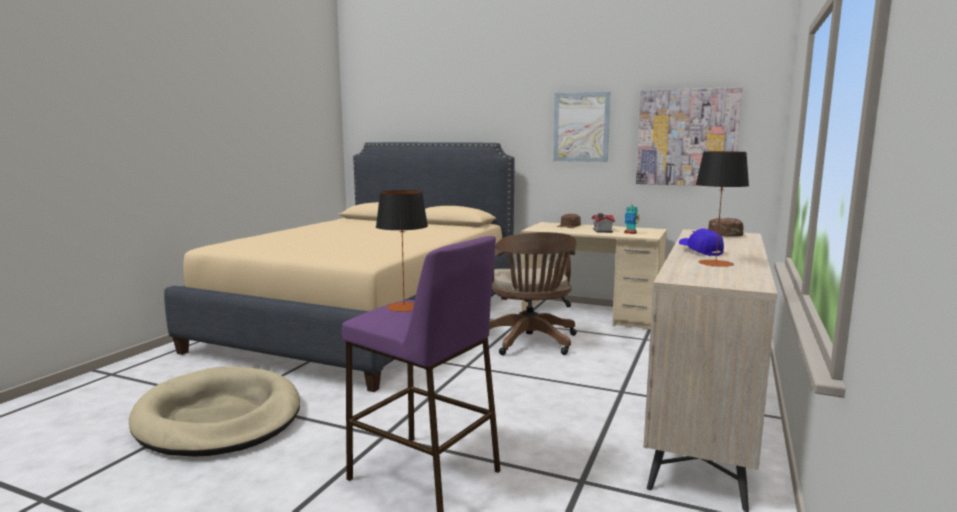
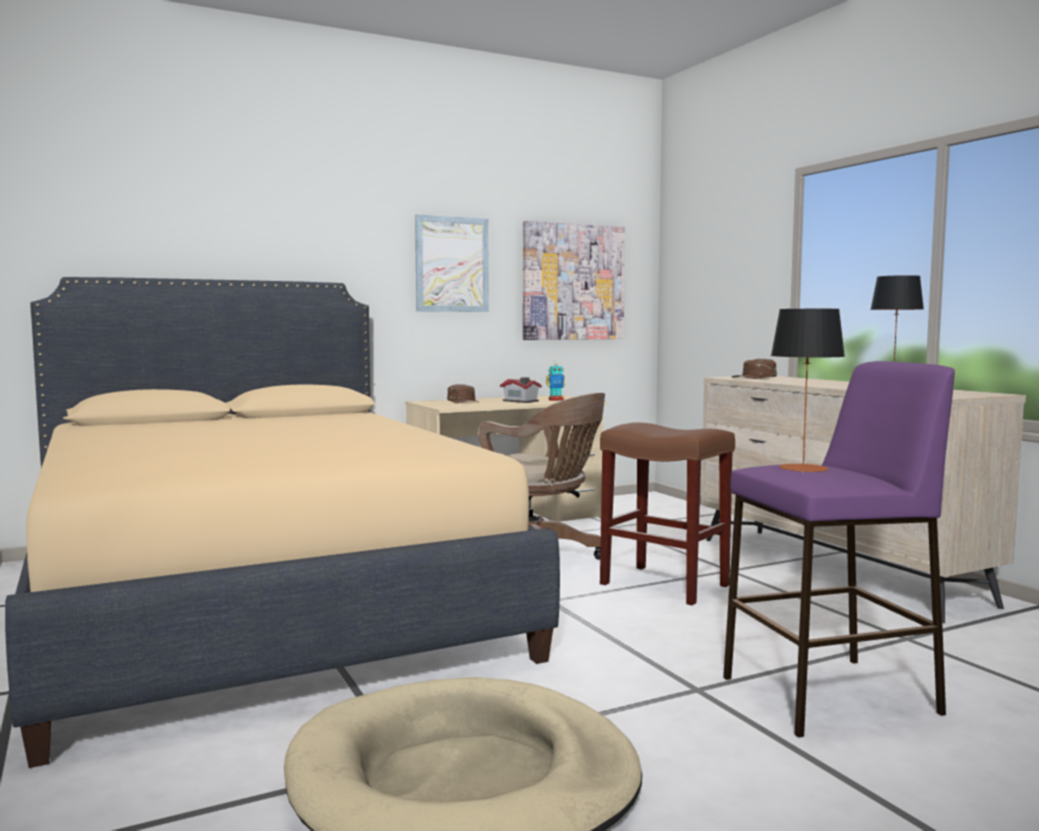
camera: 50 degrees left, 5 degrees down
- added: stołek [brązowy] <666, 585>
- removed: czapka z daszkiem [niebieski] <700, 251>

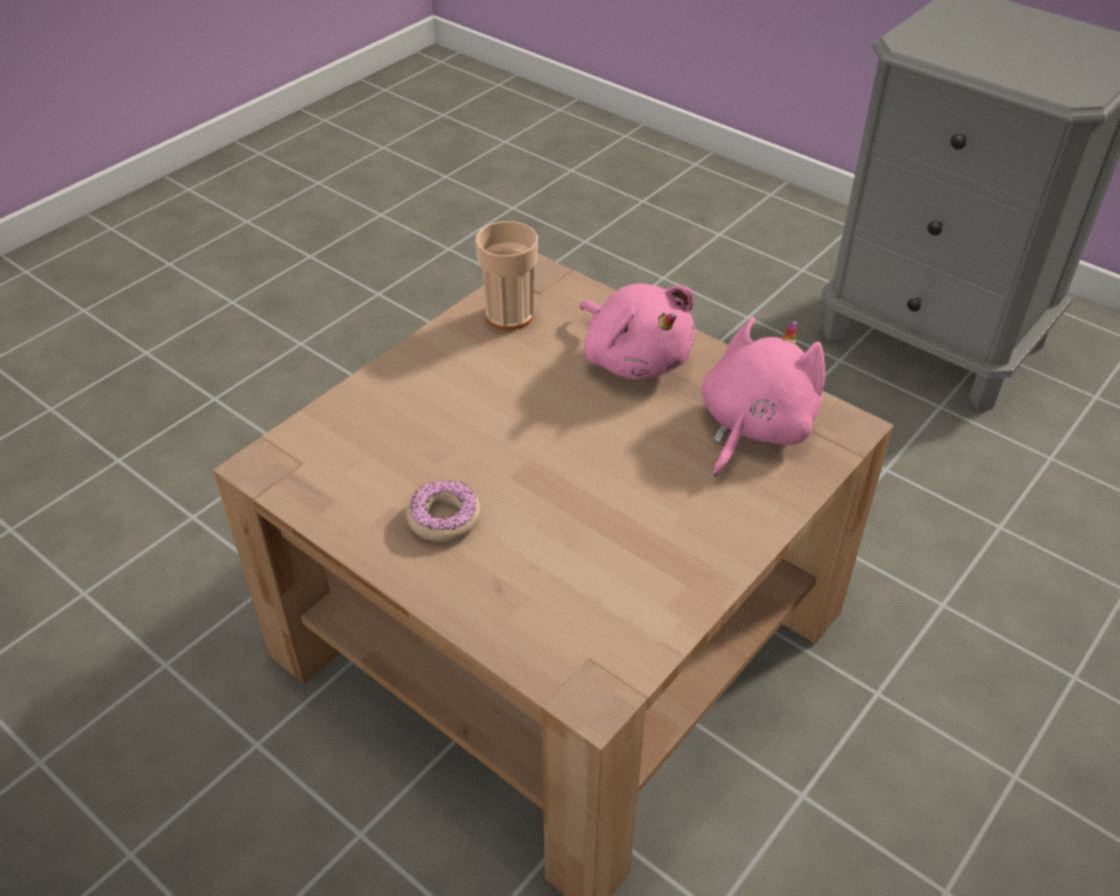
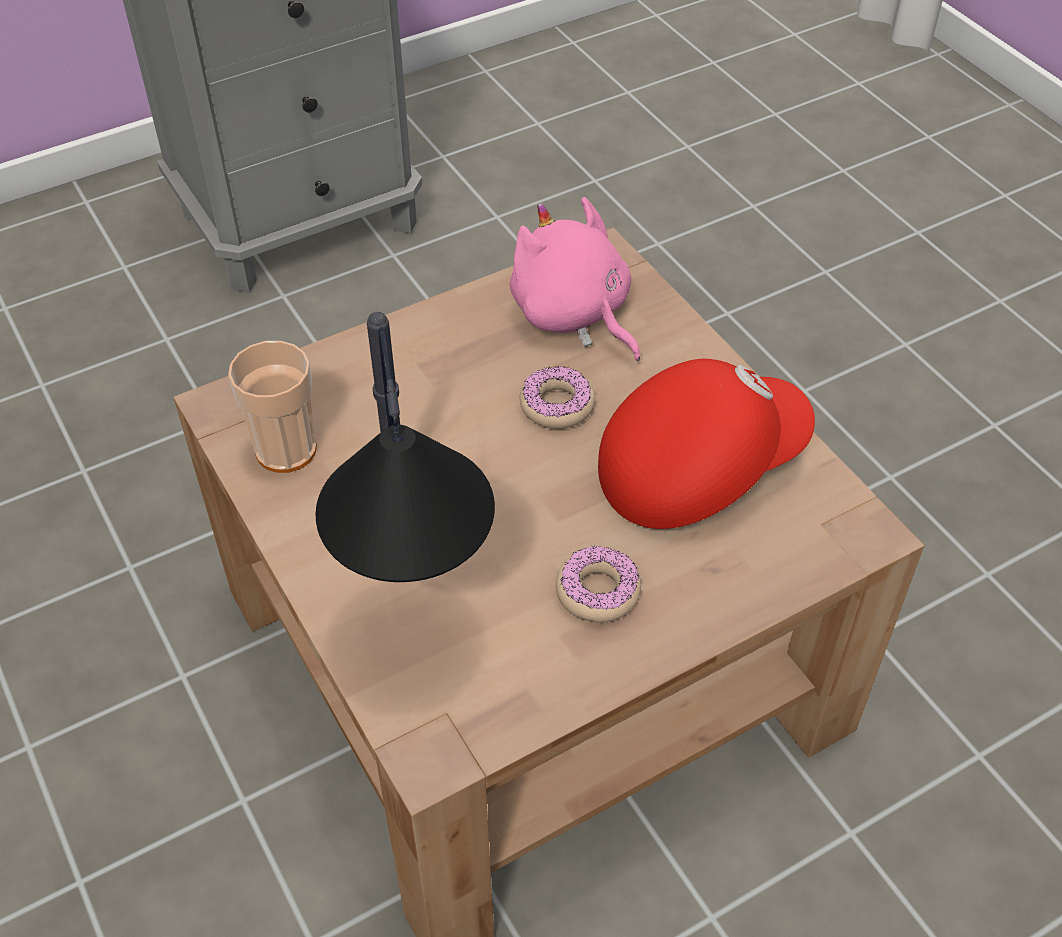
camera: 70 degrees left, 5 degrees up
- added: lampa stołowa <412, 579>
- added: donut <557, 405>
- added: czapka z daszkiem [czerwony] <697, 467>
- removed: pluszak [różowy] <634, 358>

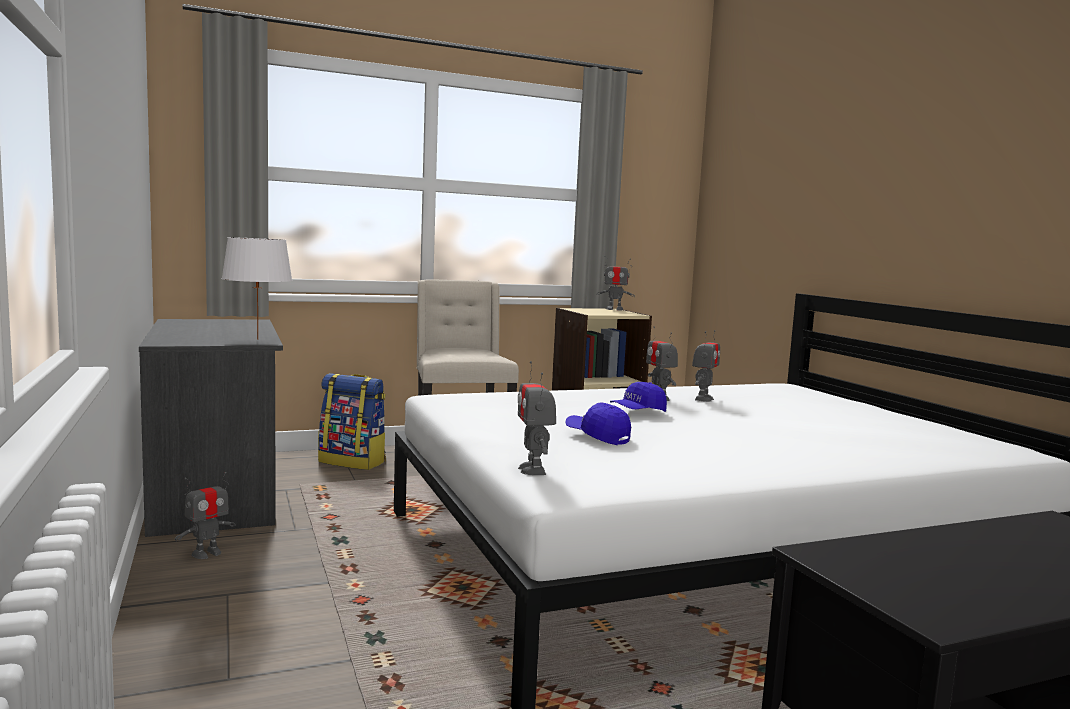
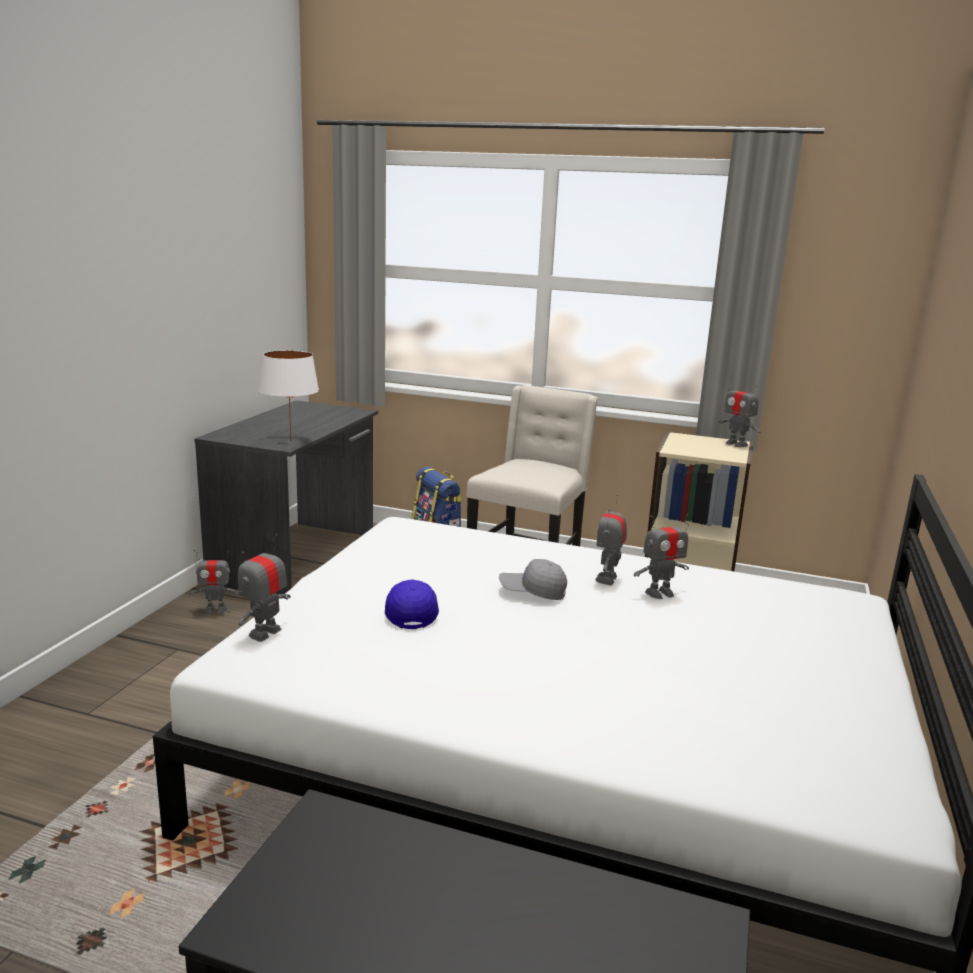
camera: 40 degrees right, 10 degrees up
- recoloured: czapka z daszkiem [niebieski] <638, 412> to czapka z daszkiem [szary] <532, 592>

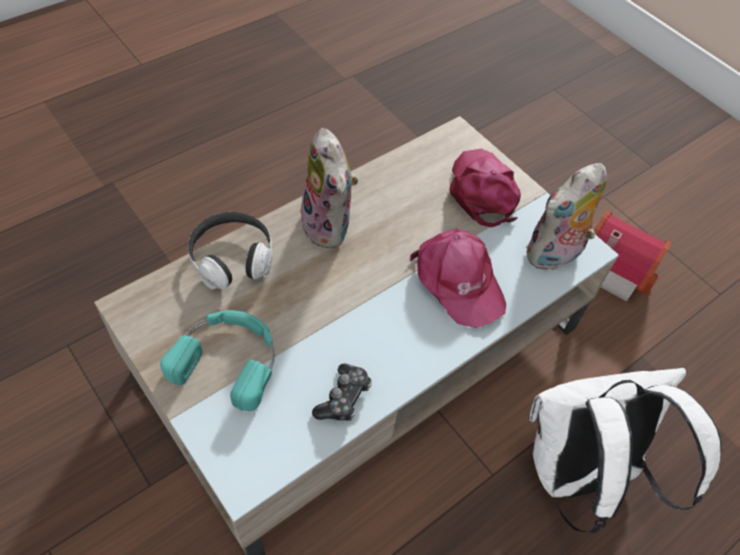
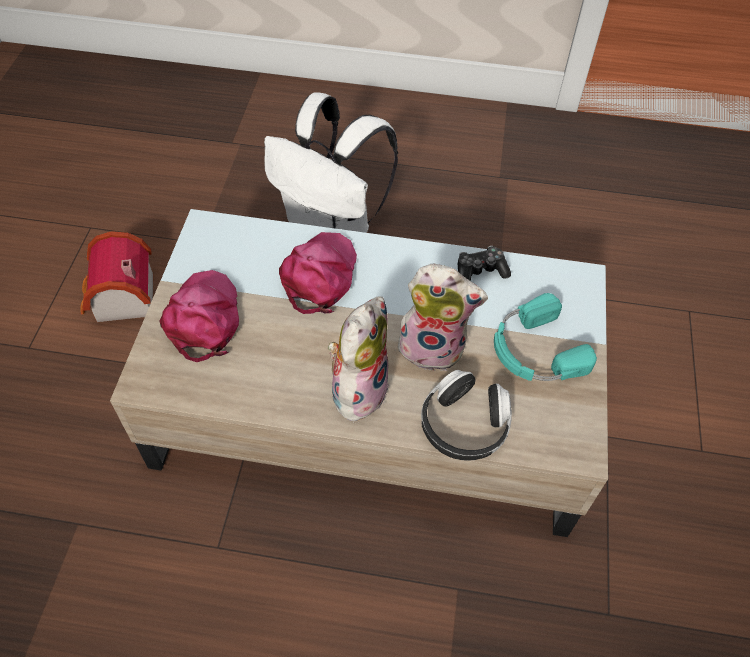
camera: 130 degrees left, 0 degrees up
- turned: czapka z daszkiem [różowy] <483, 191> = <203, 319> 135 degrees clockwise
- moved: pluszak <553, 256> to <433, 347>

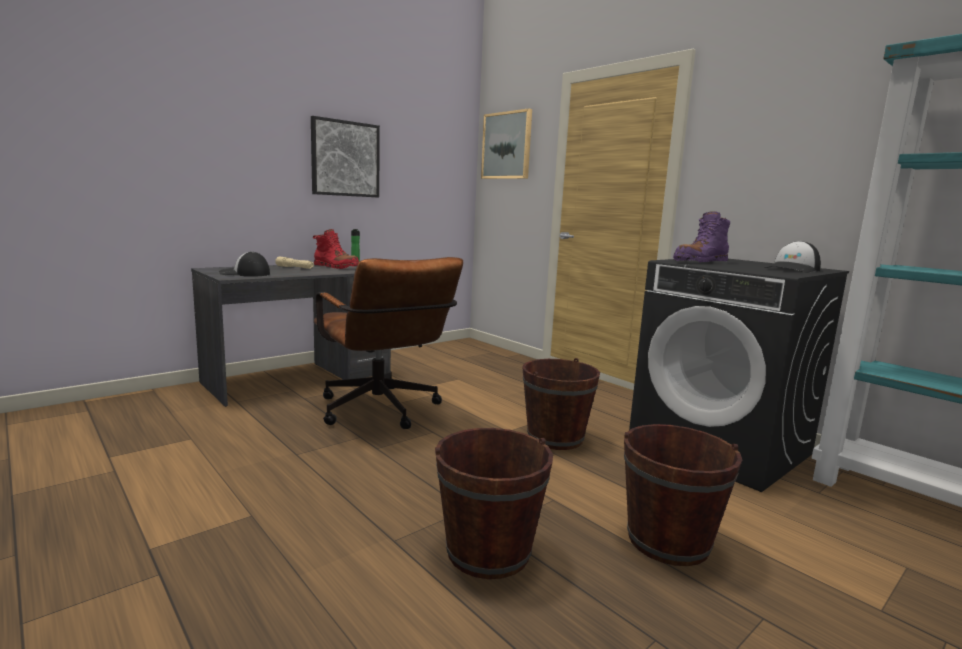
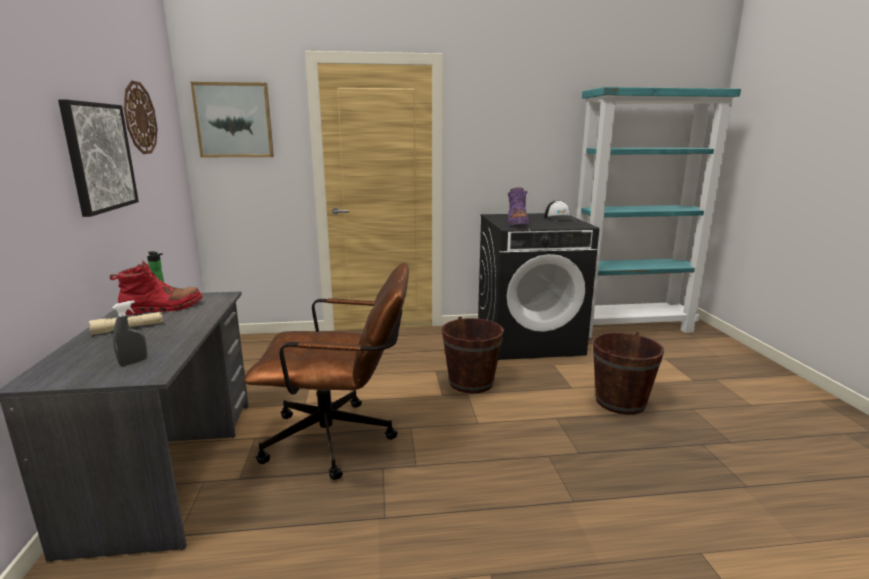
camera: 55 degrees left, 5 degrees up
- replaced: czapka z daszkiem <244, 274> to spryskiwacz [szary] <133, 362>
- added: zegar ścienny <139, 118>
- removed: wiadro [brązowy] <488, 551>

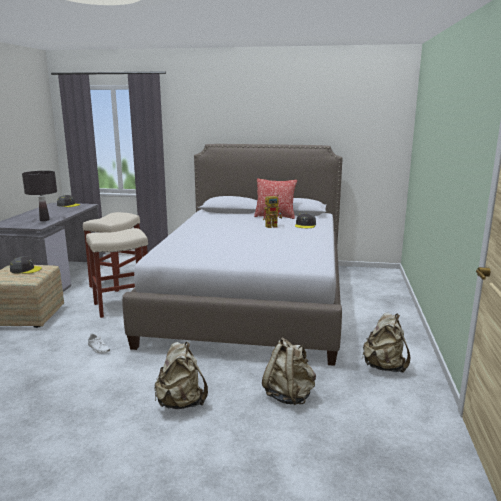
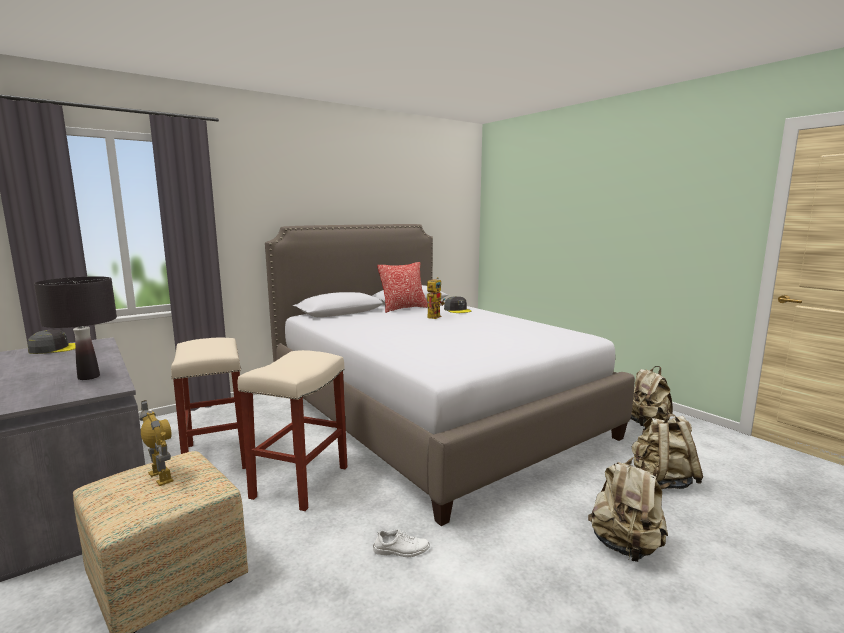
camera: 45 degrees left, 5 degrees down
- replaced: czapka z daszkiem [szary] <25, 269> to robot zabawkowy <161, 477>

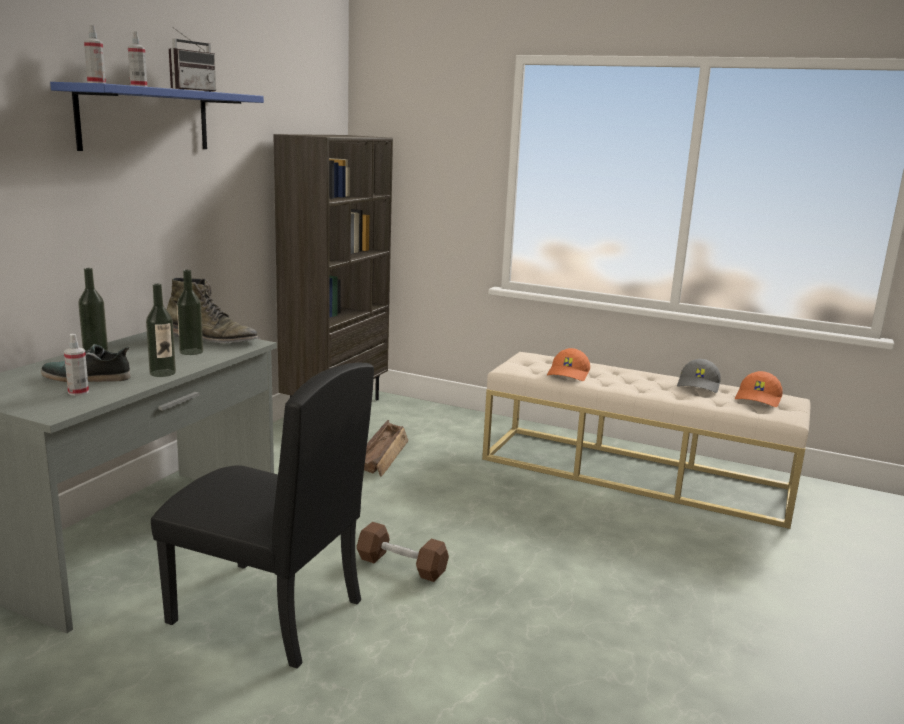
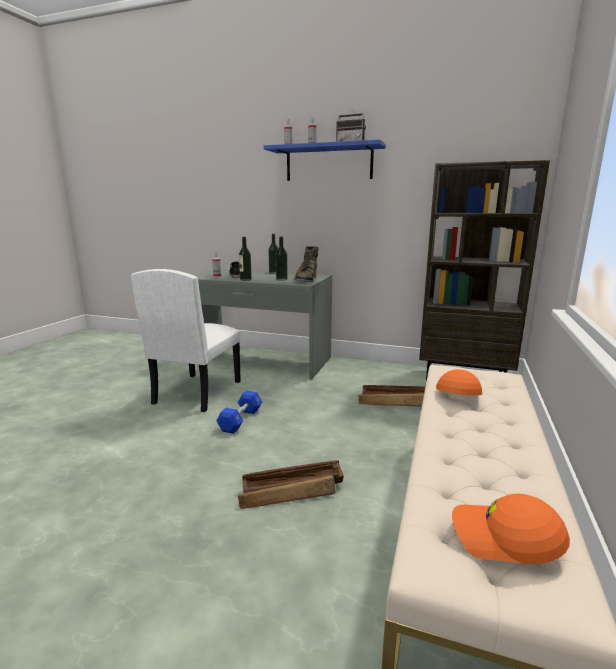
camera: 85 degrees right, 0 degrees up
- recoloured: krzesło [czarny] <265, 612> to krzesło [biały] <197, 392>
- recoloured: hantel [brązowy] <402, 566> to hantel [niebieski] <240, 420>
- added: skrzynka <292, 491>
- turned: czapka z daszkiem [pomarańczowy] <569, 374> = <456, 392> 90 degrees clockwise
- removed: czapka z daszkiem [szary] <699, 385>

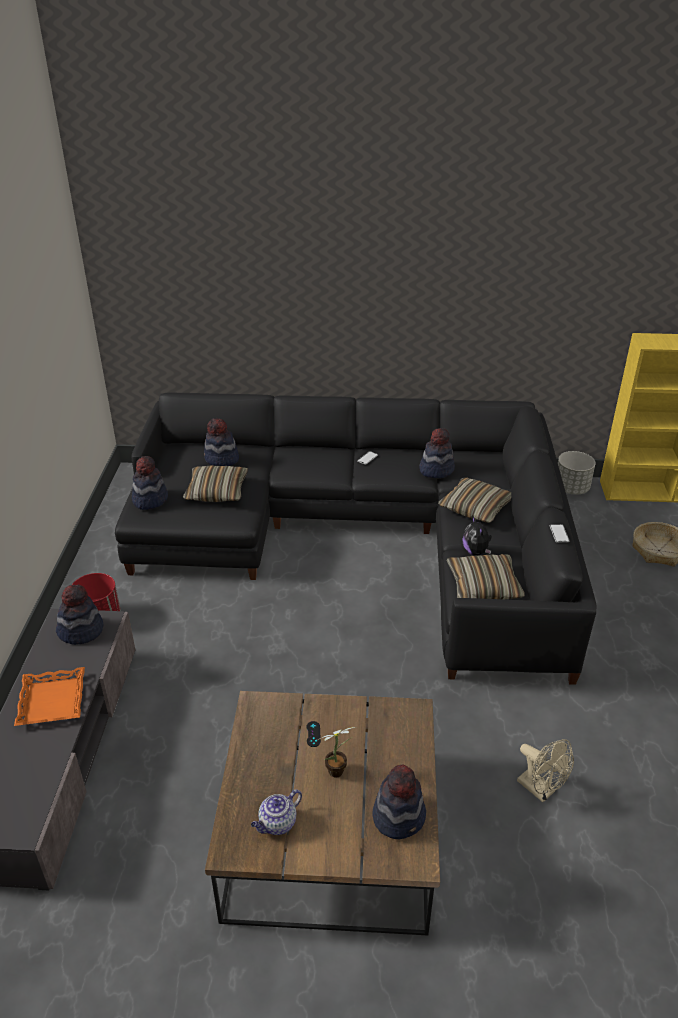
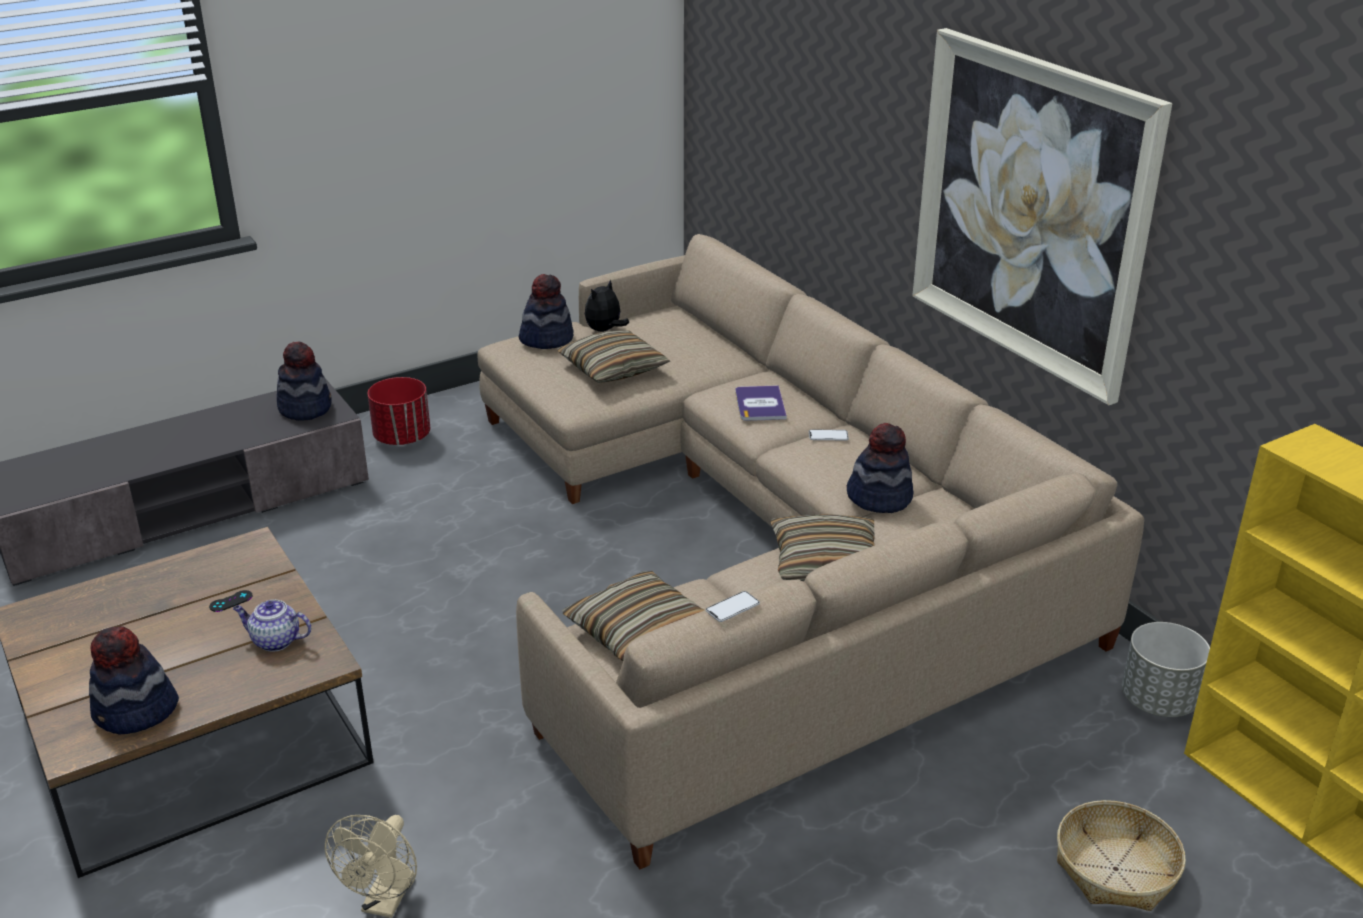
camera: 55 degrees right, 5 degrees down
- moved: imbryk <277, 824> to <275, 641>
- recoloured: kanapa [czarny] <364, 535> to kanapa [beżowy] <761, 546>
- moved: pluszak <476, 552> to <605, 330>
- added: książka <760, 404>
- added: obraz <1030, 210>
- removed: taca [pomarańczowy] <53, 701>
- removed: kapelusz <221, 459>
- removed: roślina doniczkowa <338, 770>

